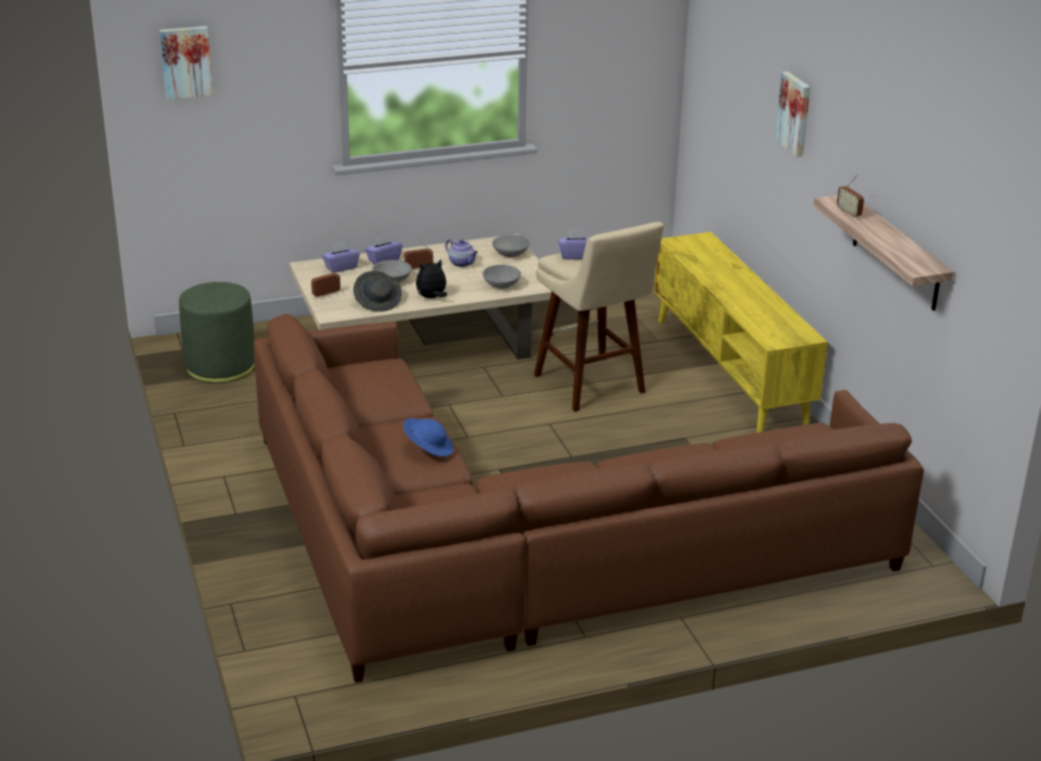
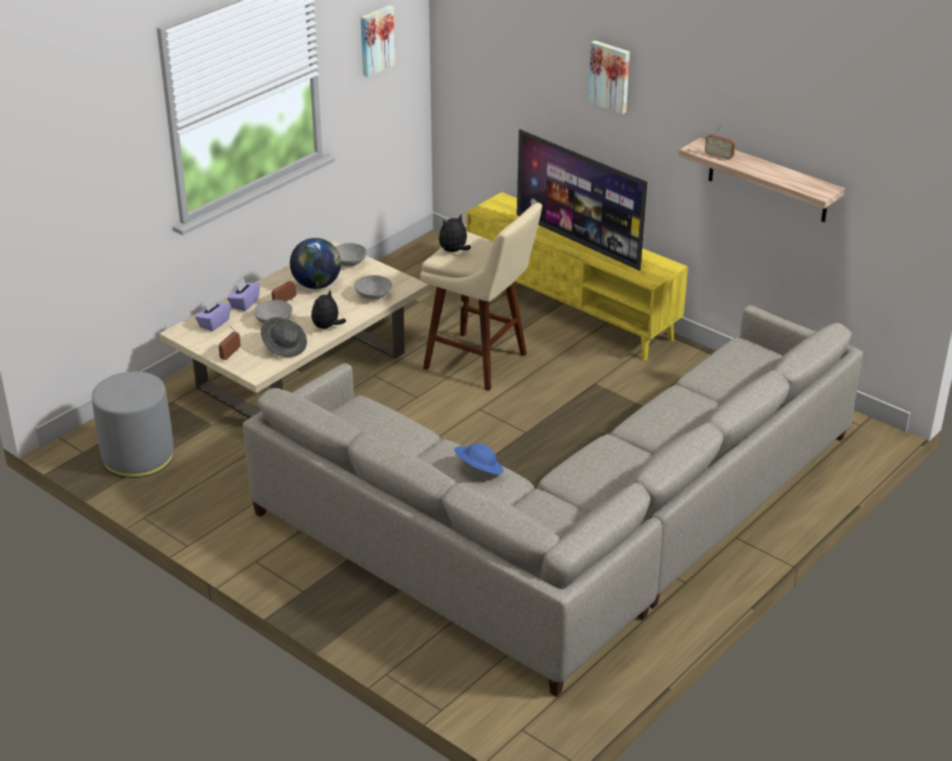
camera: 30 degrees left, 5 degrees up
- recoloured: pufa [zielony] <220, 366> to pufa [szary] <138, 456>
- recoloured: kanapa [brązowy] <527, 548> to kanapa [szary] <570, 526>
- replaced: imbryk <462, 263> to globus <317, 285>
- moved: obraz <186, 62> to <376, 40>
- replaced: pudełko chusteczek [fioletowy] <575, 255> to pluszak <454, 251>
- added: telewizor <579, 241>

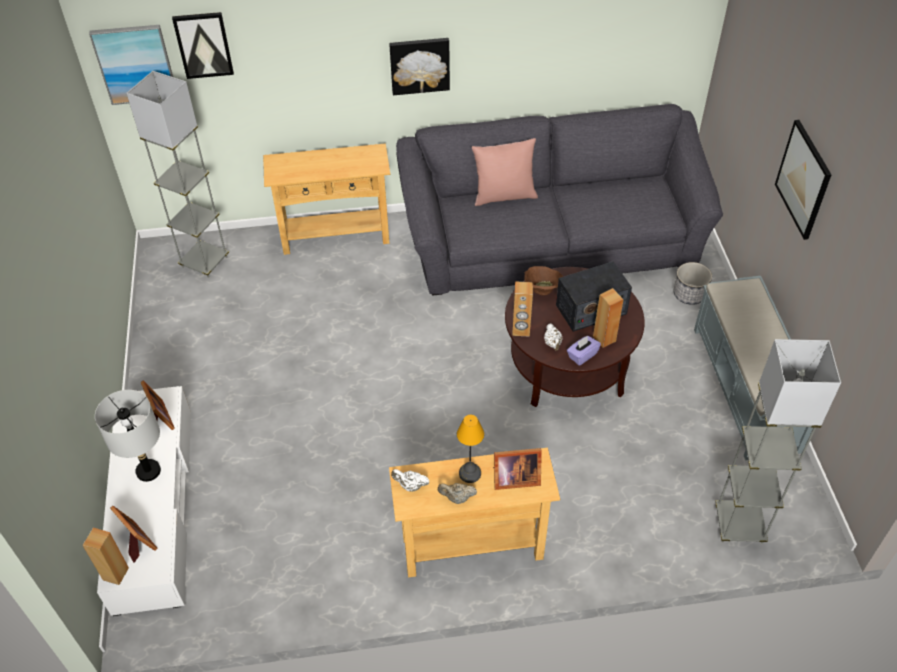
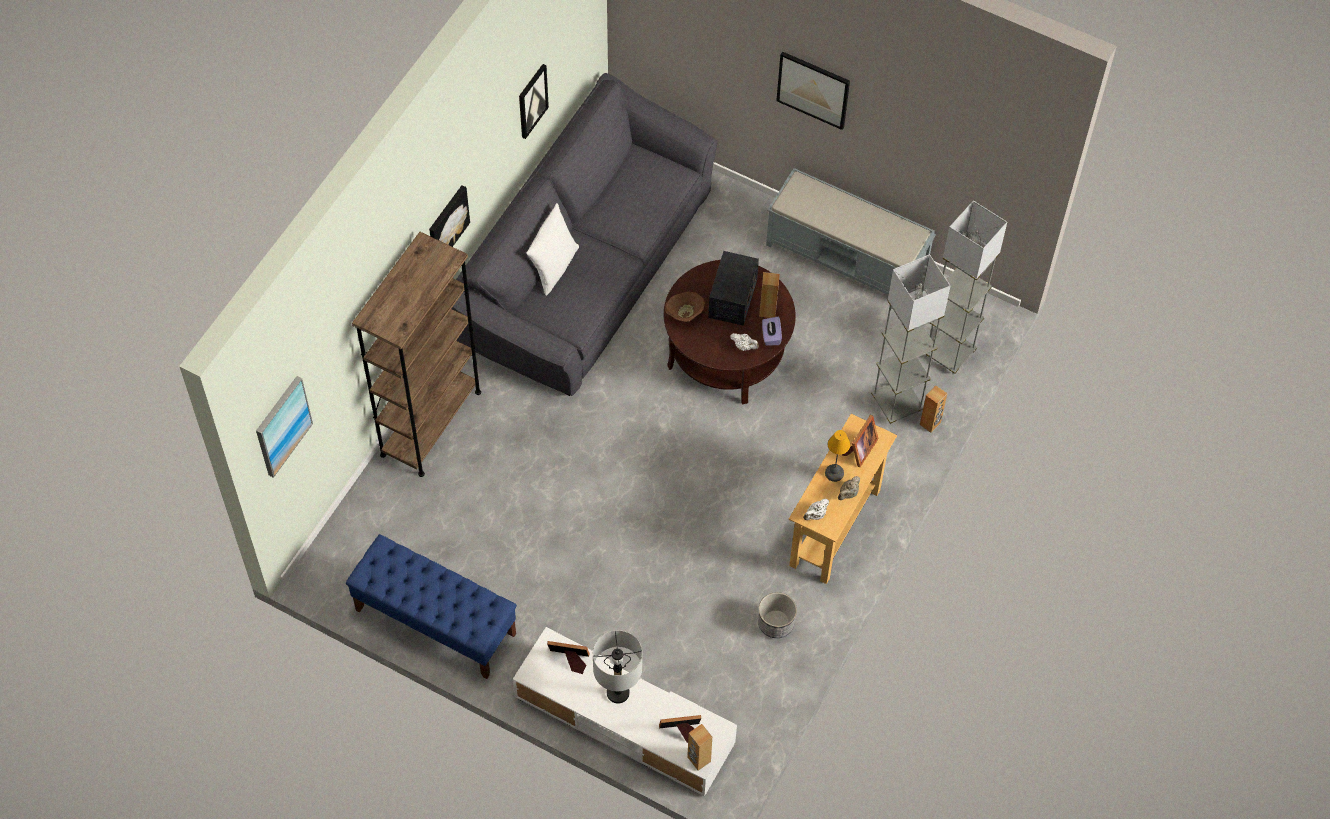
camera: 55 degrees left, 10 degrees up
- added: ławka [niebieski] <435, 622>
- replaced: stolik konsolowy [beżowy] <335, 236> to regał [brązowy] <431, 423>
- moved: obraz <203, 45> to <532, 100>
- recoloured: poduszka [różowy] <504, 196> to poduszka [biały] <553, 267>
- moved: donica <689, 294> to <775, 623>
- moved: lampa stojąca [szary] <204, 262> to <897, 404>
- moved: głośnik [brązowy] <521, 330> to <930, 423>

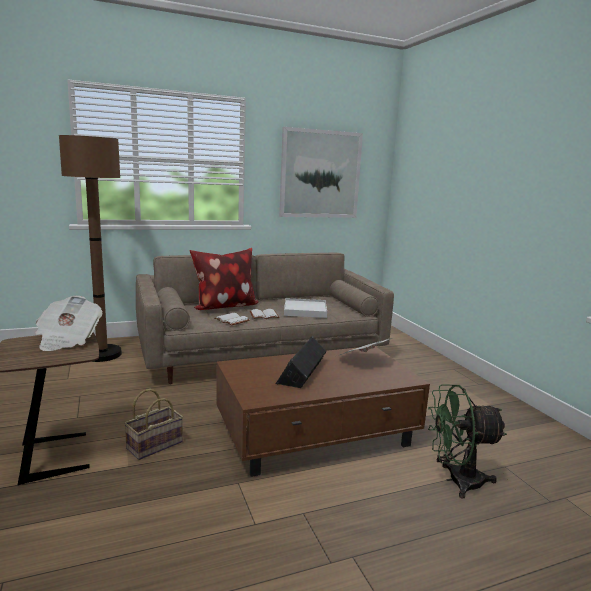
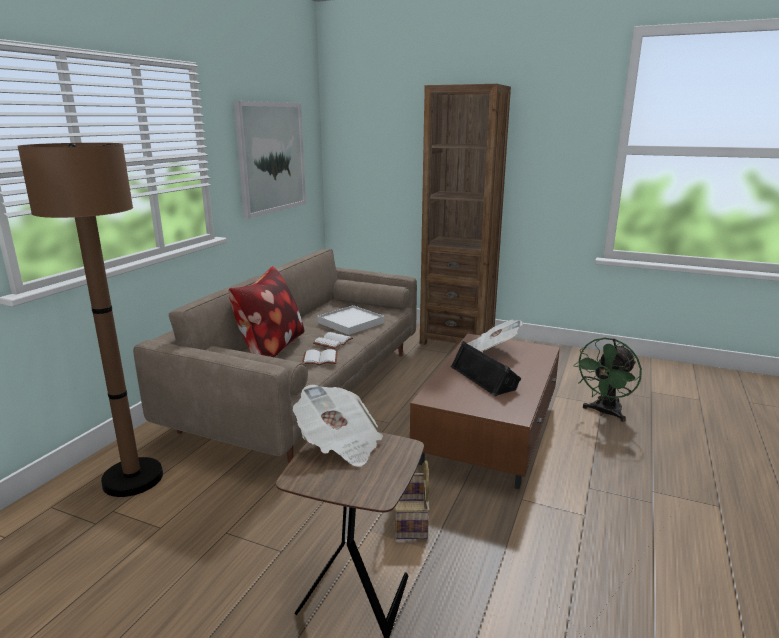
camera: 45 degrees left, 5 degrees up
- added: regał [brązowy] <457, 339>

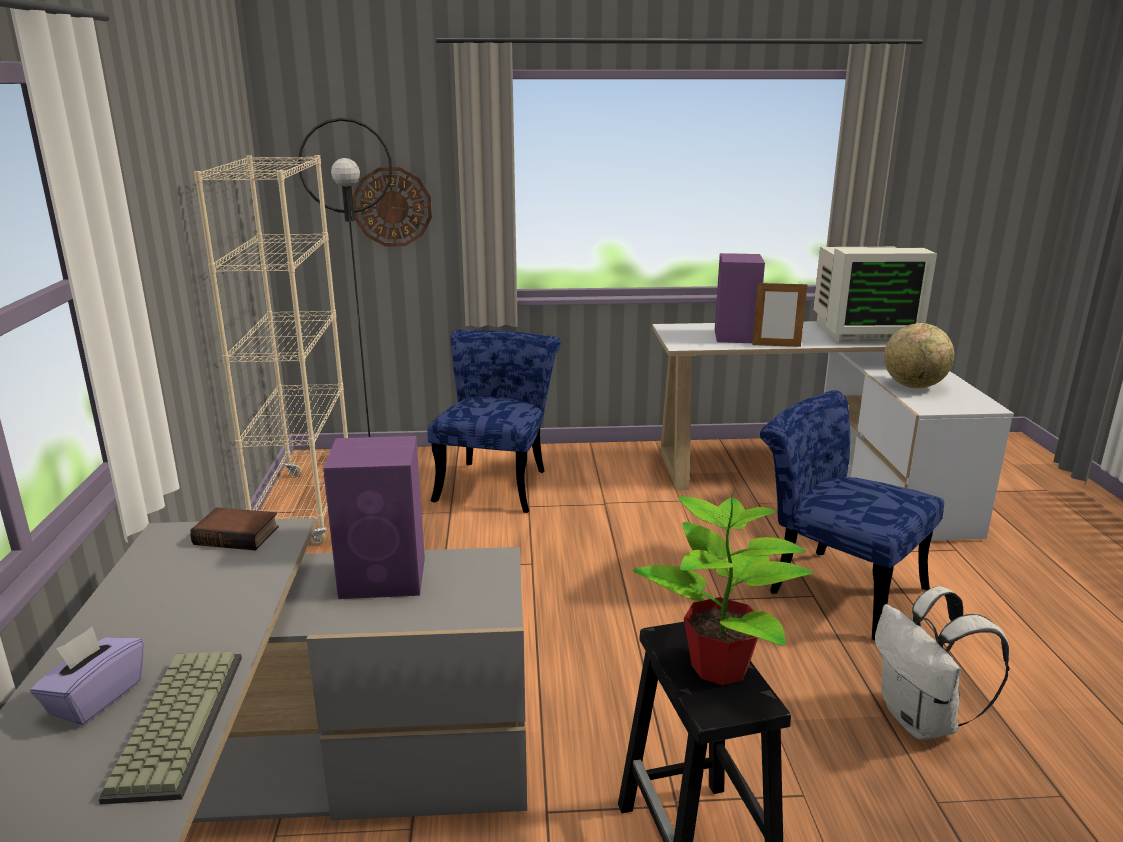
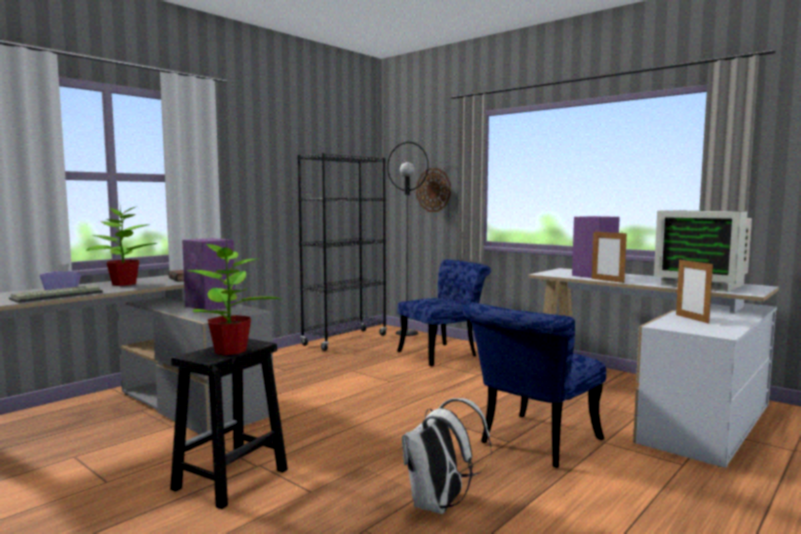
camera: 45 degrees right, 15 degrees down
- added: roślina doniczkowa <123, 284>
- recoloured: regał [beżowy] <305, 507> to regał [czarny] <345, 340>
- turned: krzesło [niebieski] <834, 587> = <533, 444> 135 degrees counterclockwise
- replaced: globus <914, 386> to ramka na zdjęcie <692, 319>

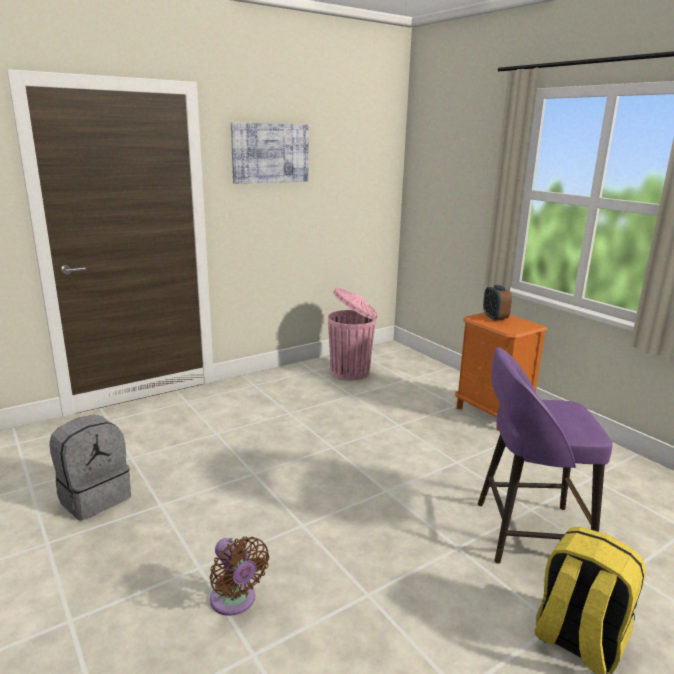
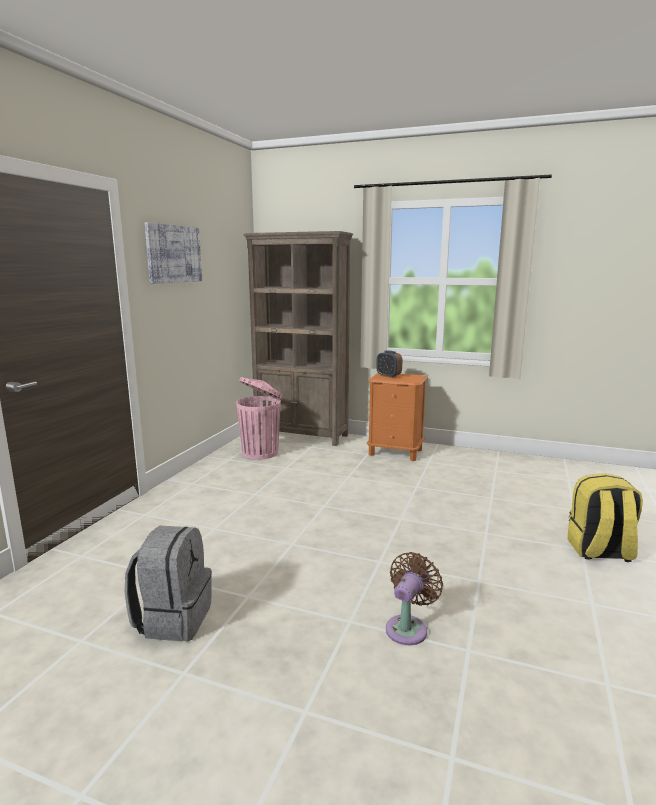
camera: 35 degrees left, 5 degrees down
- added: regał [brązowy] <302, 435>
- turned: wentylator [brązowy] <235, 601> = <408, 627> 75 degrees counterclockwise
- removed: stołek [fioletowy] <527, 533>

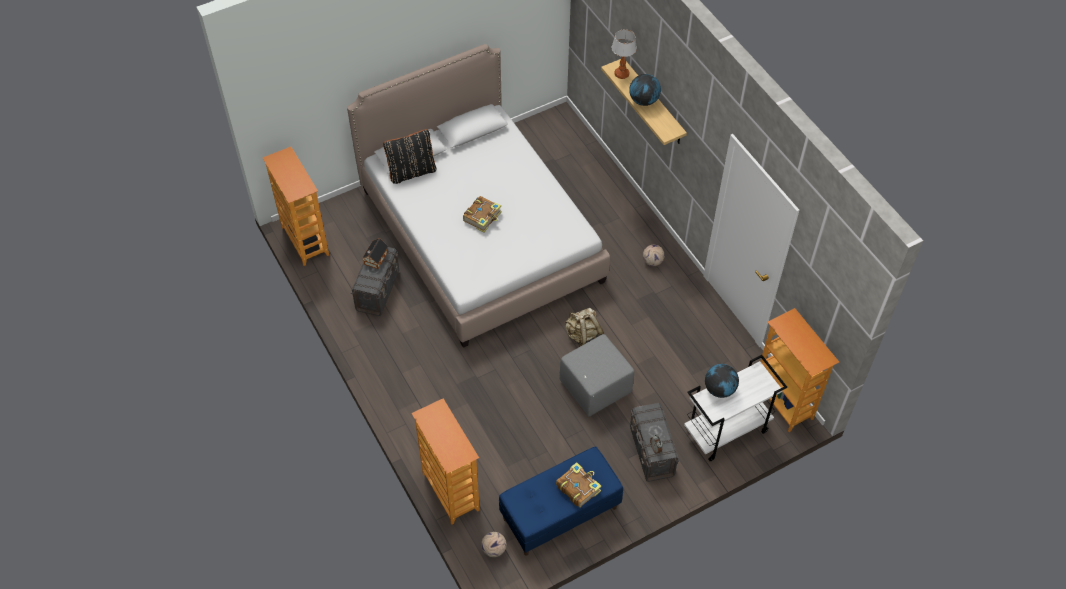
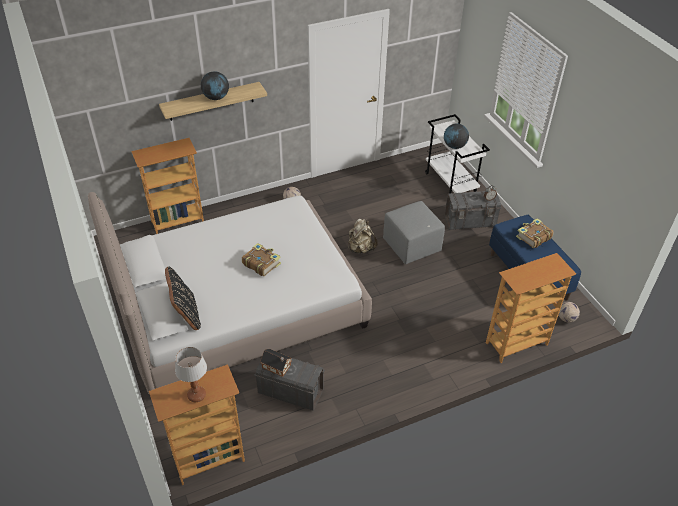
camera: 85 degrees left, 10 degrees down
- moved: regał <783, 402> to <177, 222>
- moved: lampa stołowa <621, 74> to <196, 395>

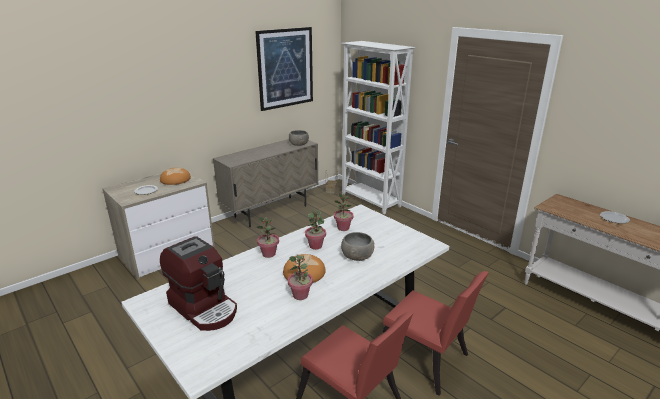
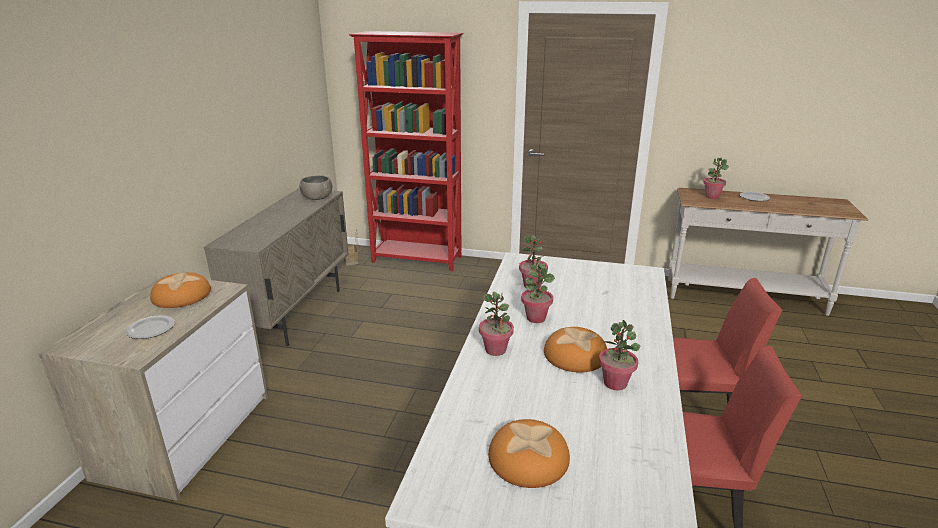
camera: 35 degrees left, 0 degrees up
- recoloured: regał [biały] <370, 201> to regał [czerwony] <417, 260>
- replaced: ekspres do kawy <204, 307> to chleb <528, 457>
- added: roślina doniczkowa <711, 196>
- removed: obraz <285, 68>
- removed: miska [szary] <357, 256>

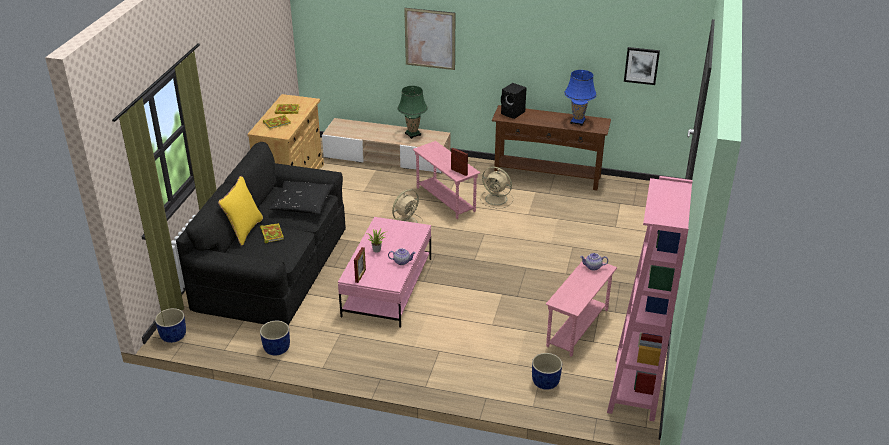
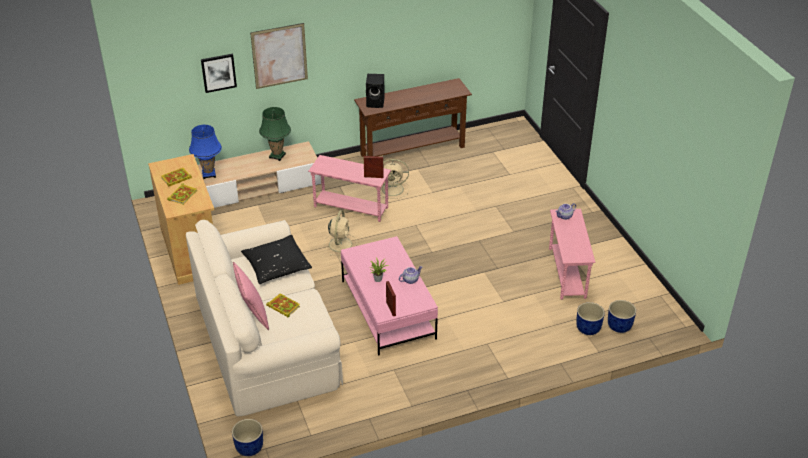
camera: 35 degrees left, 5 degrees up
- recoloured: kanapa [czarny] <273, 266> to kanapa [beżowy] <266, 339>
- moved: lampa stołowa [niebieski] <577, 122> to <209, 174>
- moved: obraz <641, 65> to <218, 72>
- recoloured: poduszka [żółty] <244, 231> to poduszka [różowy] <253, 315>
- moved: donica [niebieski] <276, 349> to <619, 326>
- removed: regał [różowy] <634, 389>

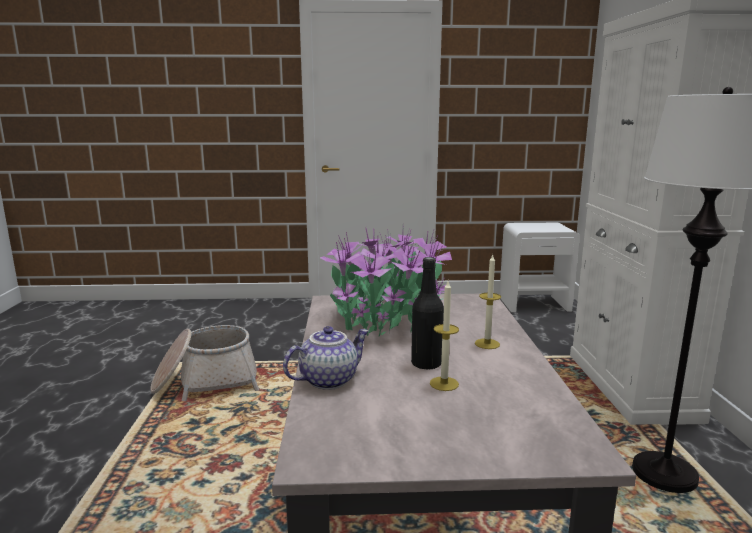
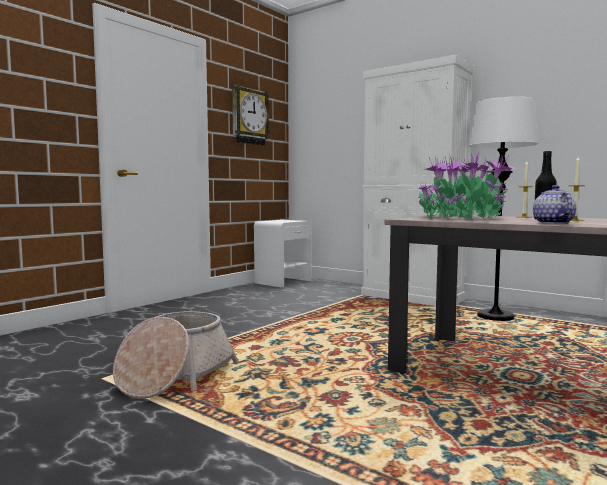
camera: 50 degrees left, 10 degrees down
- added: zegar ścienny <249, 116>

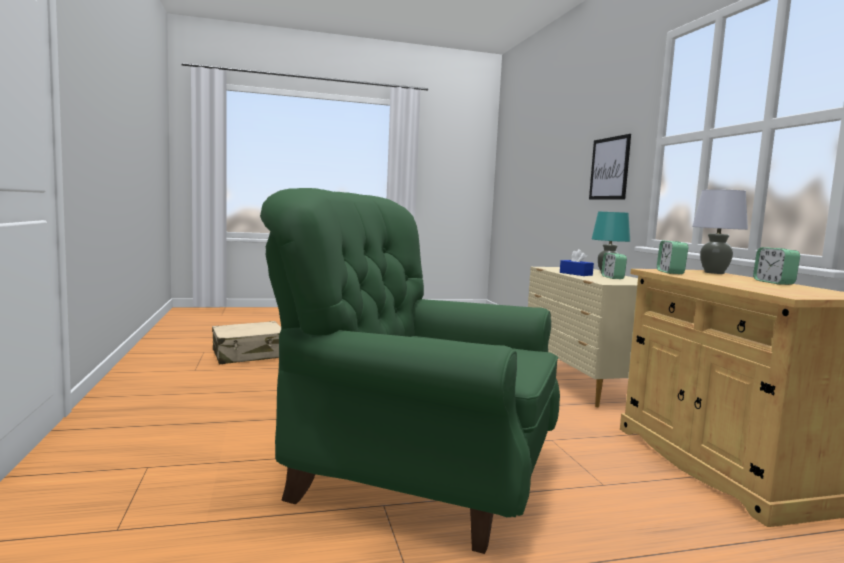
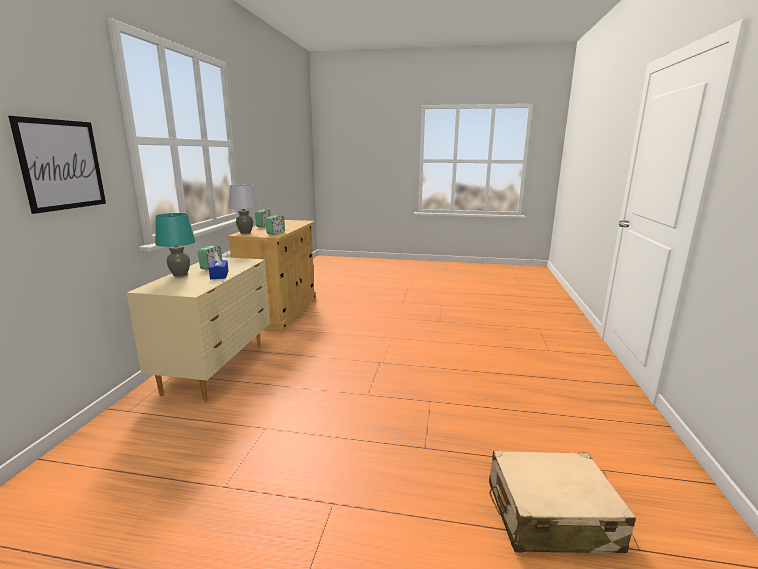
camera: 155 degrees left, 10 degrees up
- removed: fotel [zielony] <410, 475>

